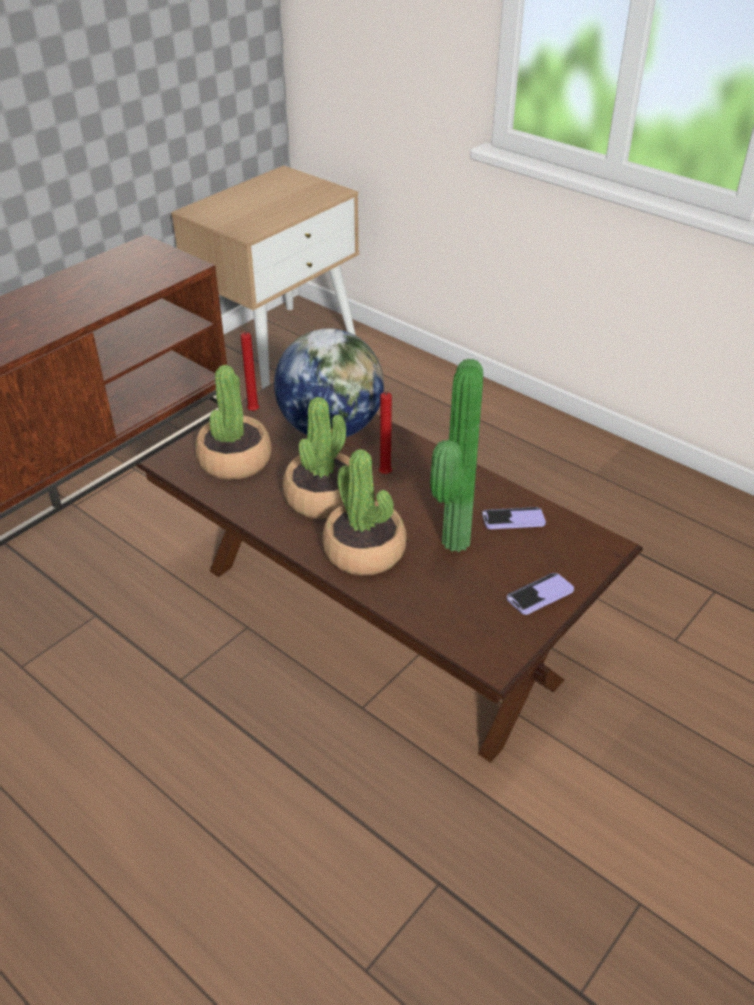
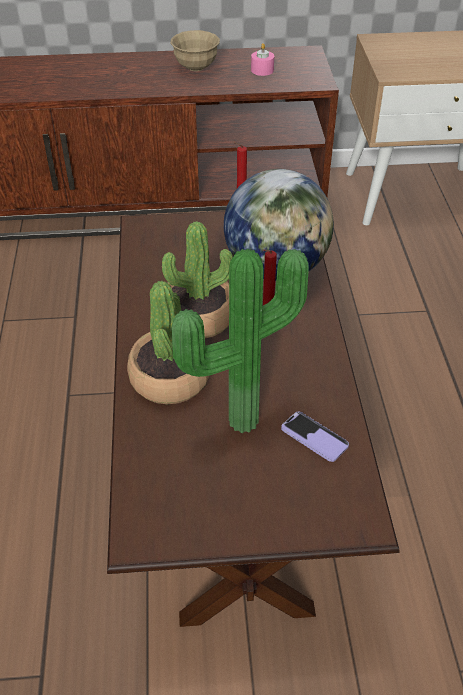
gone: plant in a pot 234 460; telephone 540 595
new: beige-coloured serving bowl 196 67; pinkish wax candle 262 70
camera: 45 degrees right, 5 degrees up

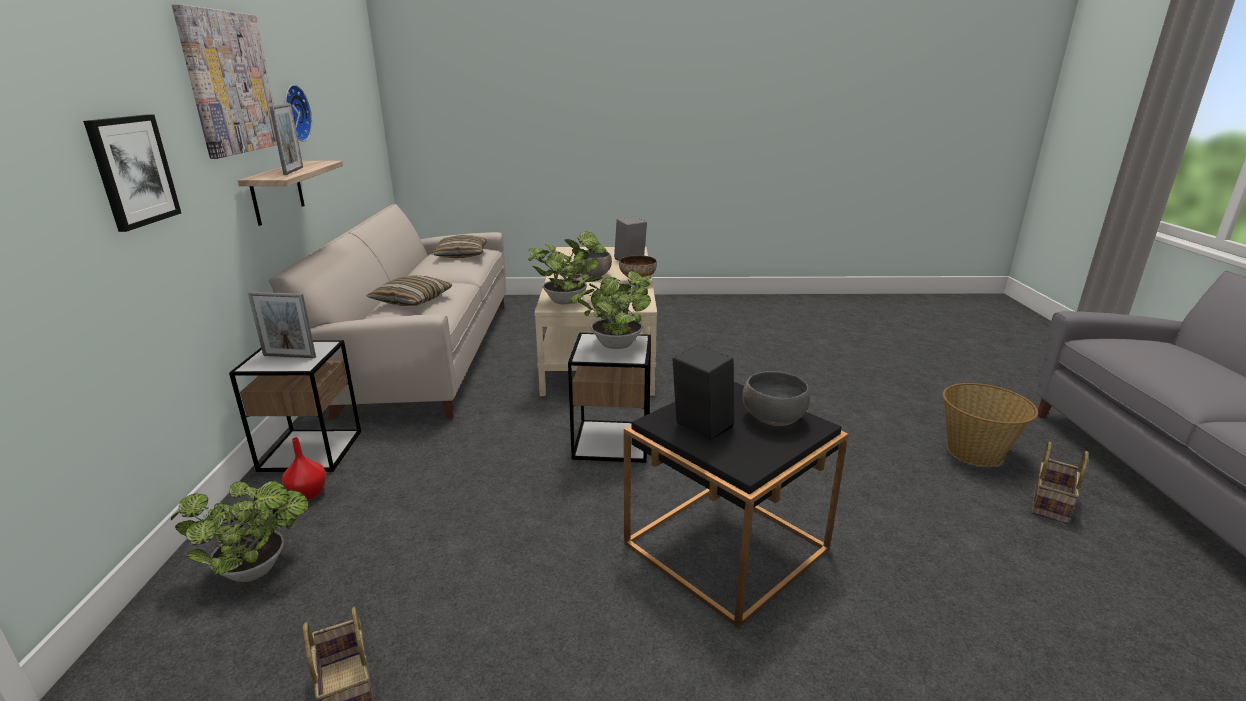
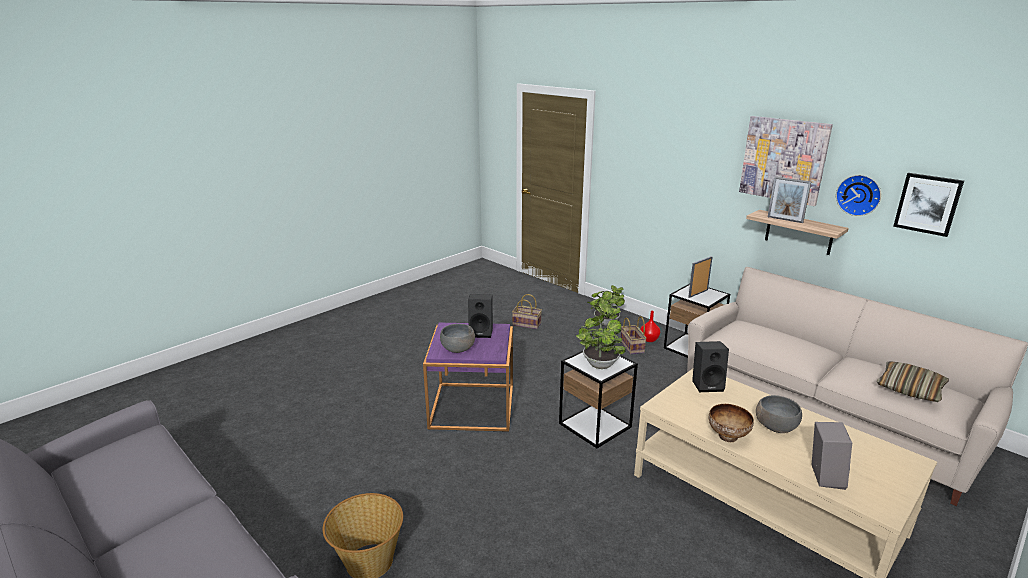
gone: throw pillow 412 300
shifted: wall art 133 171 to 927 204; storage basket 1049 503 to 633 347
swapped: plant in a pot 568 301 to black-coloured audio speaker 707 385
repainted: black-coloured accent table 725 546 to purple accent table 472 406
camera: 135 degrees right, 0 degrees up

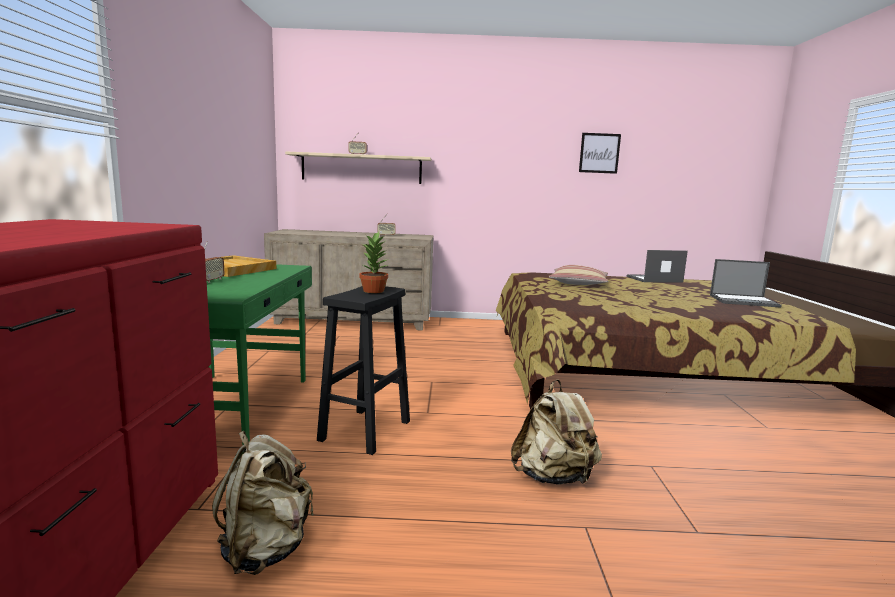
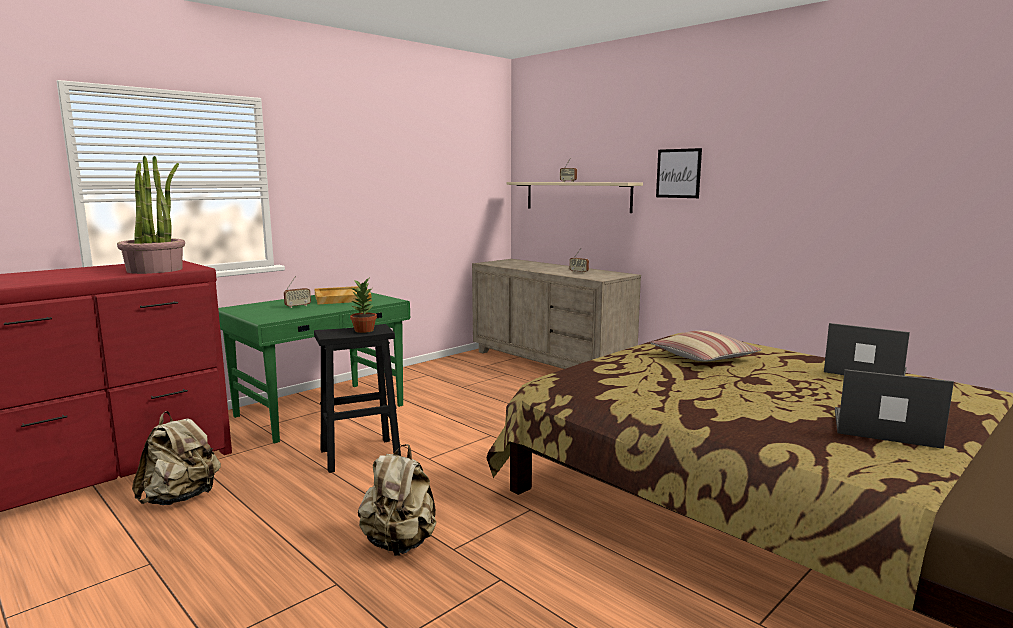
new: plant in a pot 155 270
shifted: wall art 599 153 to 678 173
rotated: portable computer 744 301 = 883 428 150 degrees clockwise
camera: 45 degrees right, 0 degrees up

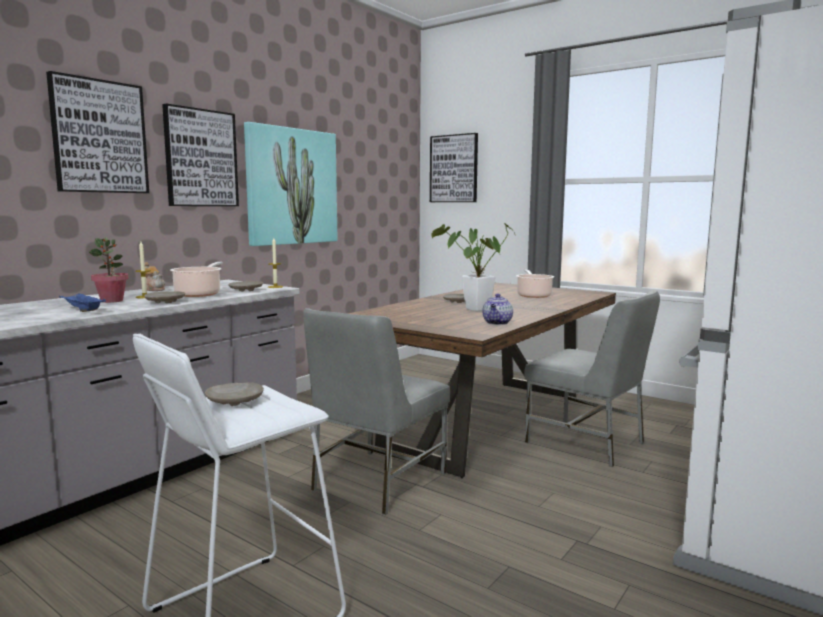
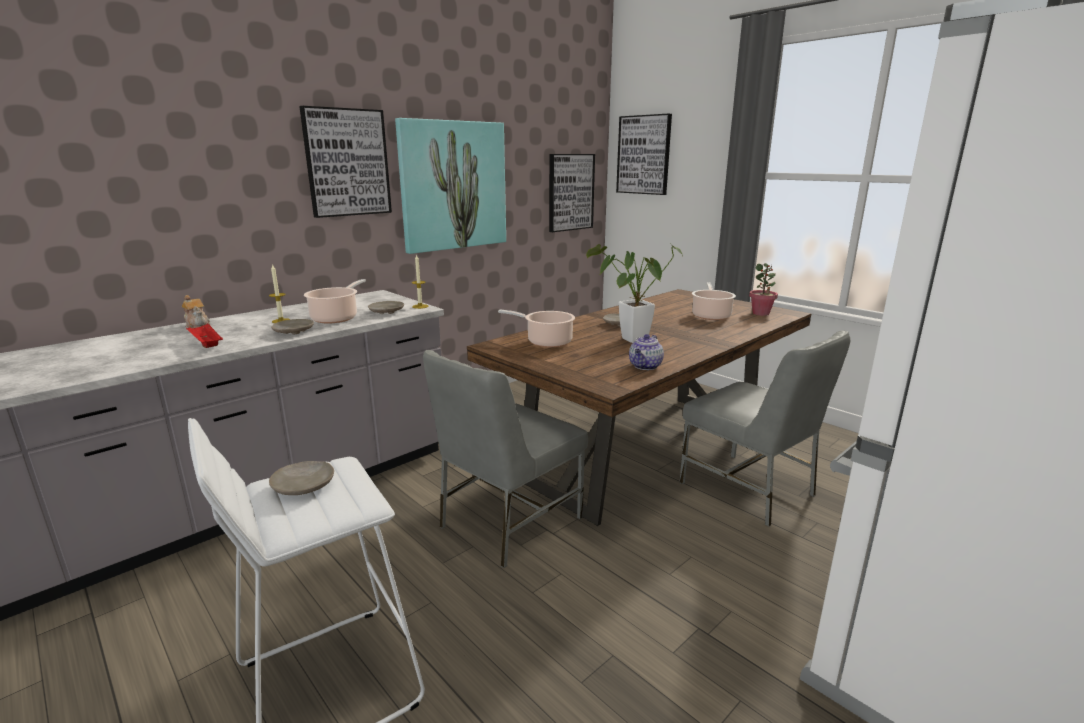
new: stockpot 546 342
shifted: wall art 99 137 to 570 192; plant in a pot 112 301 to 761 313; tea pot 153 289 to 198 326
repainted: blue carrying tray 82 310 to reddish carrying tray 206 345
camera: 10 degrees right, 10 degrees up

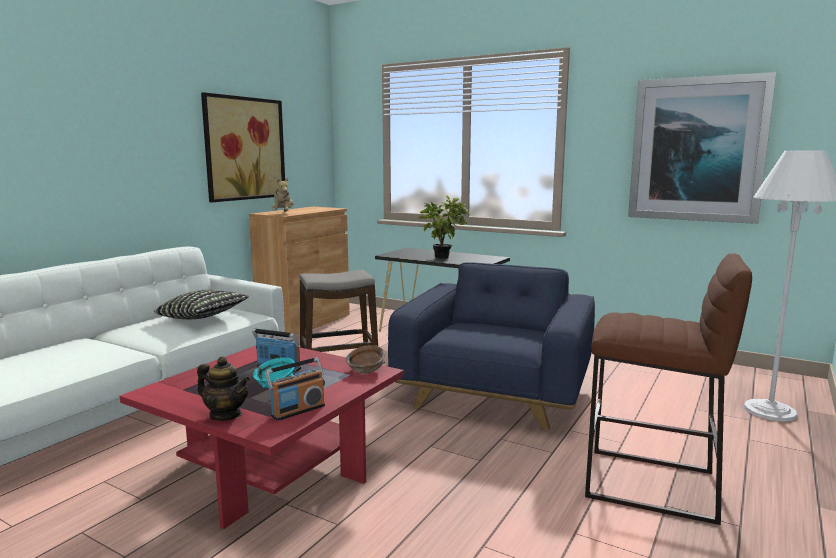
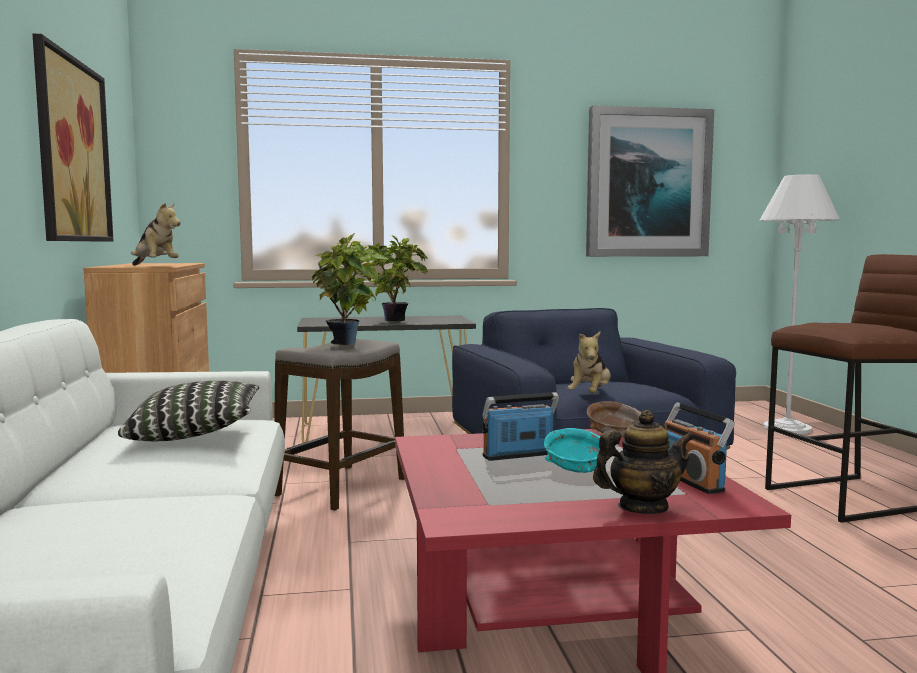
new: plant in a pot 348 344; plush toy 590 395
rotated: radio set 298 411 = 692 481 150 degrees clockwise
camera: 40 degrees left, 5 degrees down

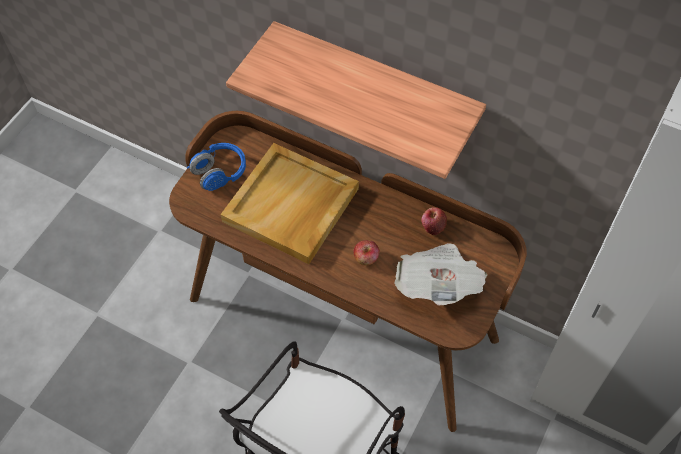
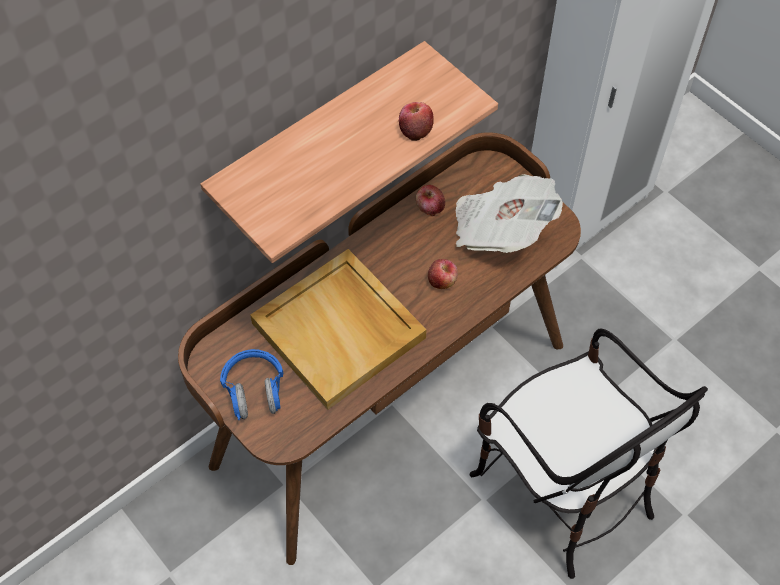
new: whole apple 415 130
camera: 70 degrees left, 0 degrees up

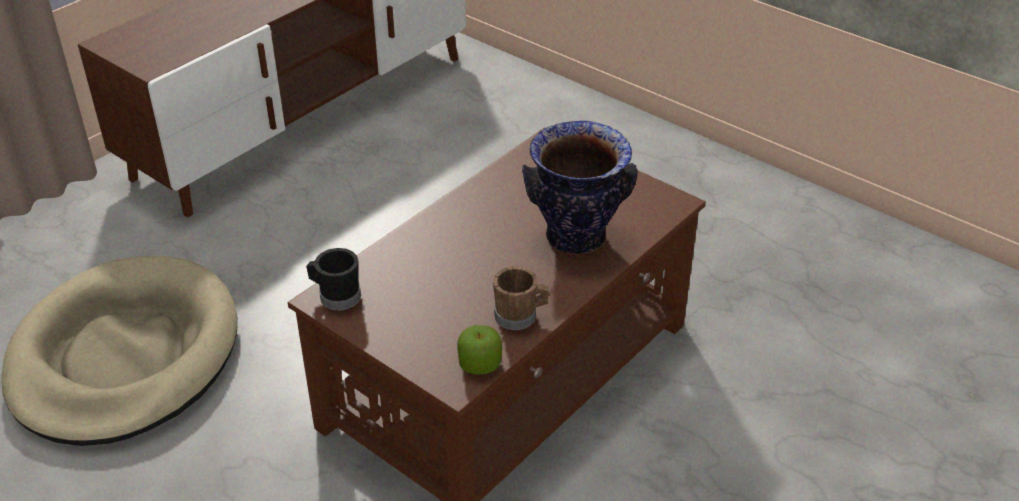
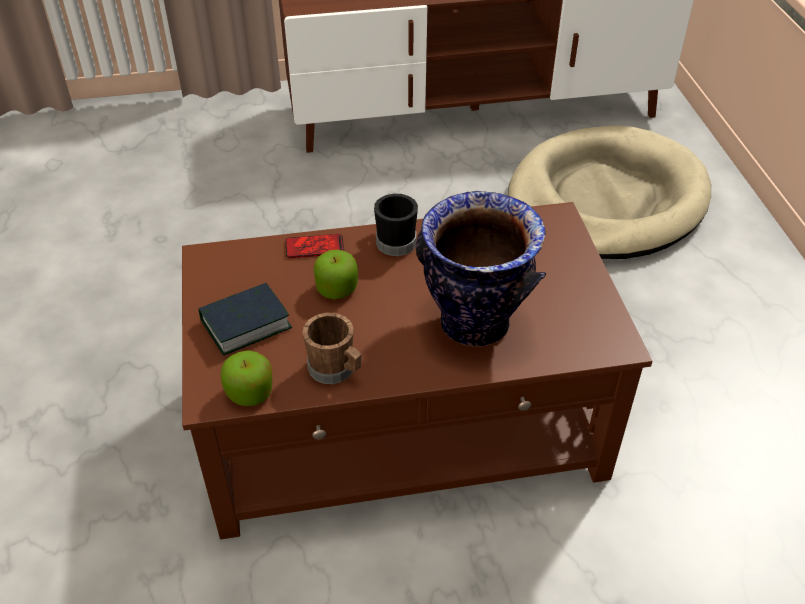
new: volume 245 324; telephone 314 247; whole apple 337 288
shifted: beige-coloured dog bed 125 356 to 605 200; black-coloured tea mug 336 296 to 393 240
camera: 40 degrees right, 5 degrees up

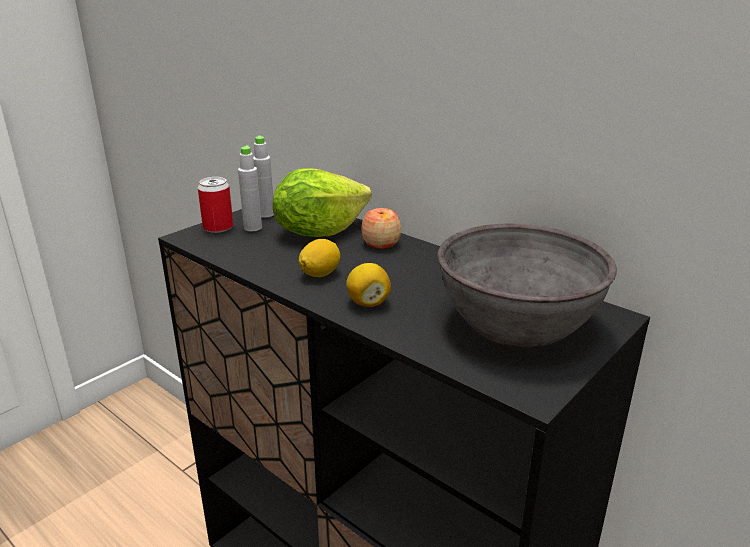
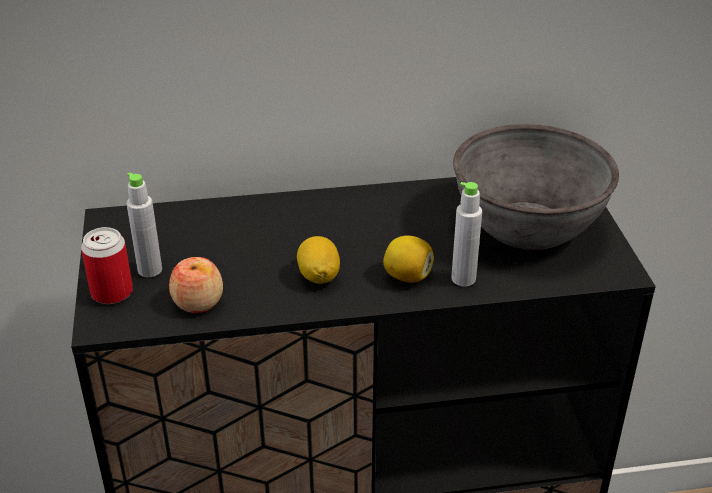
gone: lettuce 319 232
shifted: grey beverage bottle 266 214 to 463 279; whole apple 381 243 to 198 302
camera: 50 degrees left, 10 degrees up

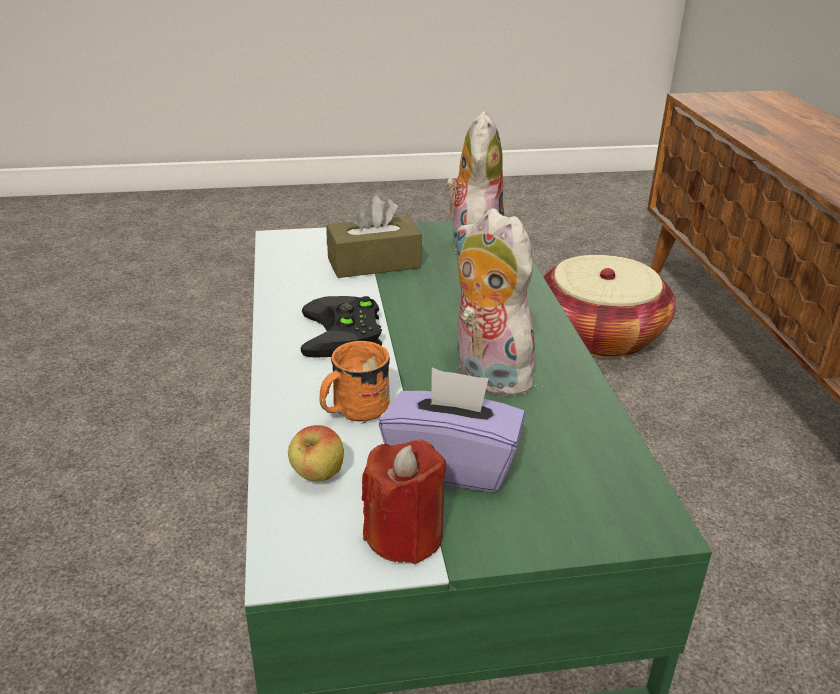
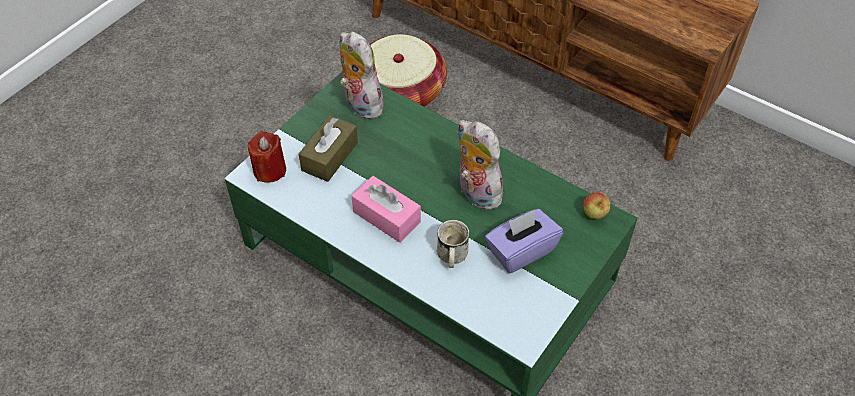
shifted: whole apple 317 477 to 594 215; reddish wax candle 404 535 to 269 170
swapped: black-coloured joypad 345 334 to pinkish box of tissues 386 217
repainted: orange-coloured tea mug 353 410 to white tea mug 451 257
rotated: plush toy 485 374 = 475 193 45 degrees clockwise
camera: 45 degrees left, 20 degrees up

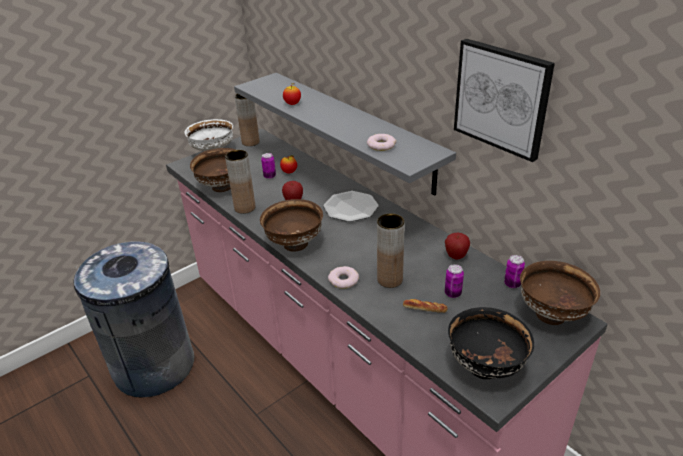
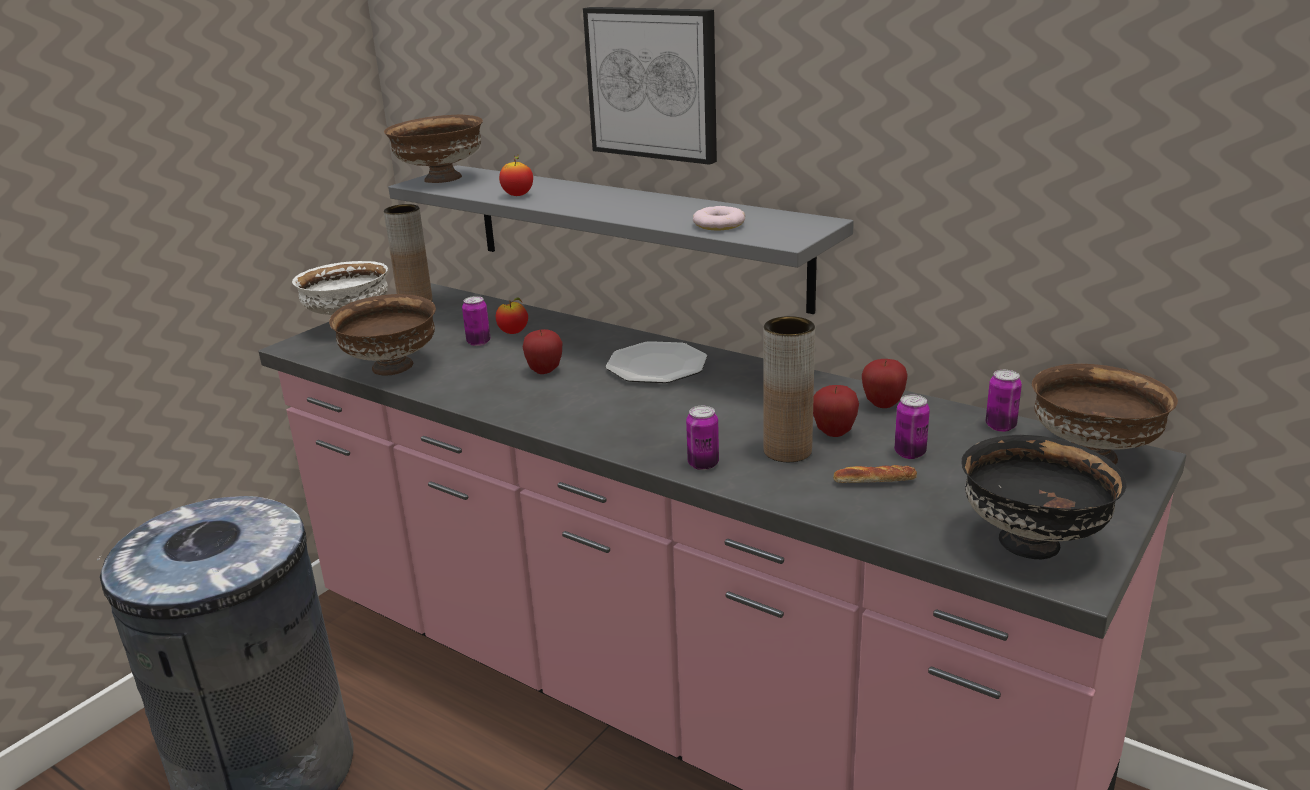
gone: brown vase 245 208
new: whole apple 834 433
shifted: brown serving bowl 294 245 to 440 179; wall art 501 98 to 653 83
swapped: doughnut 343 280 to can 703 464
camera: 15 degrees left, 10 degrees down

